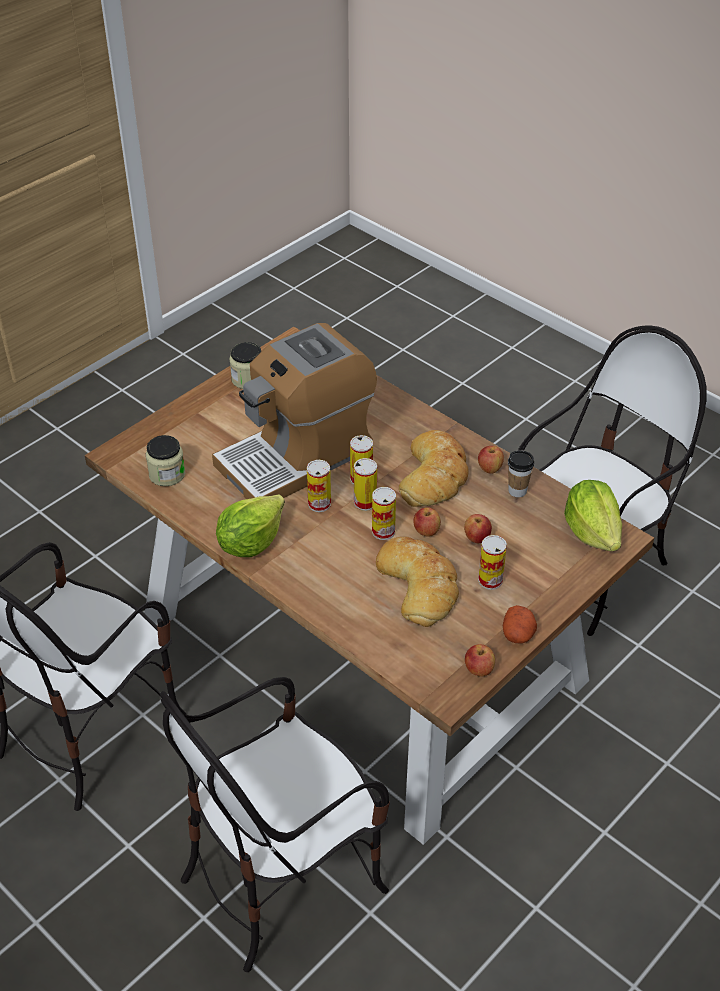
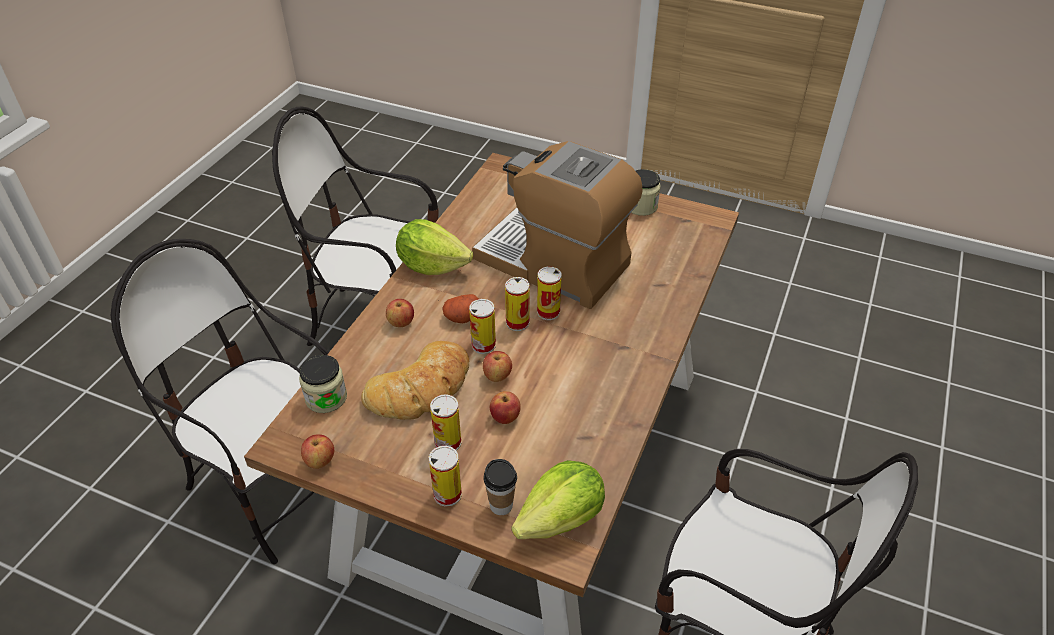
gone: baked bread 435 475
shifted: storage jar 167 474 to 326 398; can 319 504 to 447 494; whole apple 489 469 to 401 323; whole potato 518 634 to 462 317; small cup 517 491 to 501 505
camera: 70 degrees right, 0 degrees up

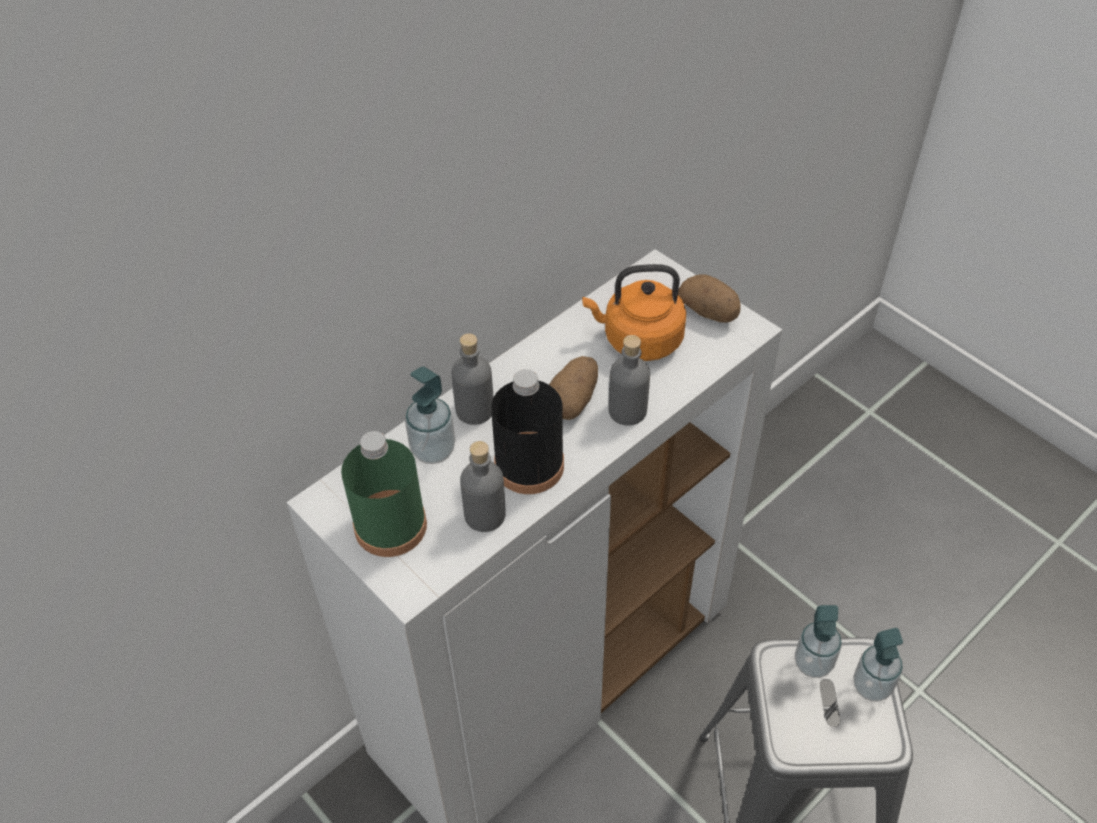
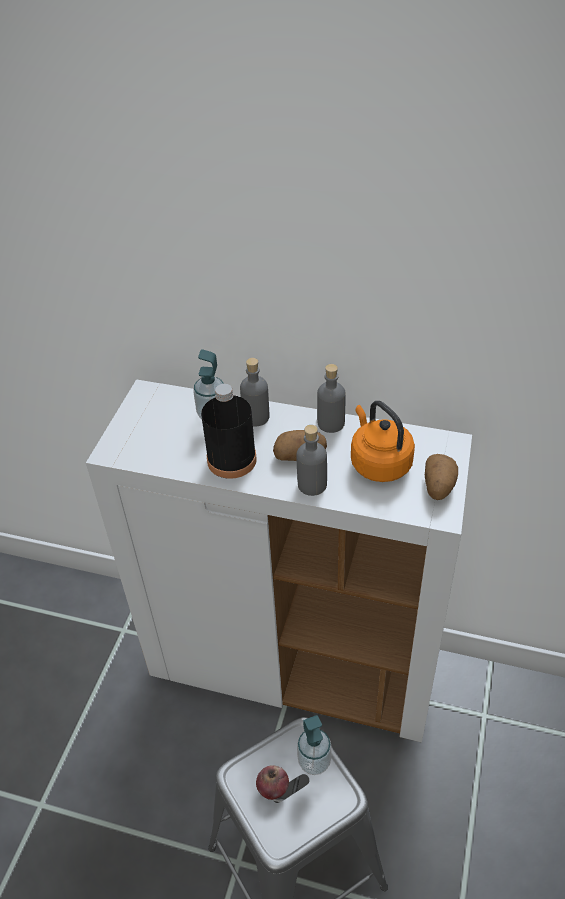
gone: green beverage bottle 390 526; soap dispenser 871 686
new: whole apple 273 788
shifted: grey beverage bottle 485 515 to 331 423
camera: 60 degrees right, 5 degrees down

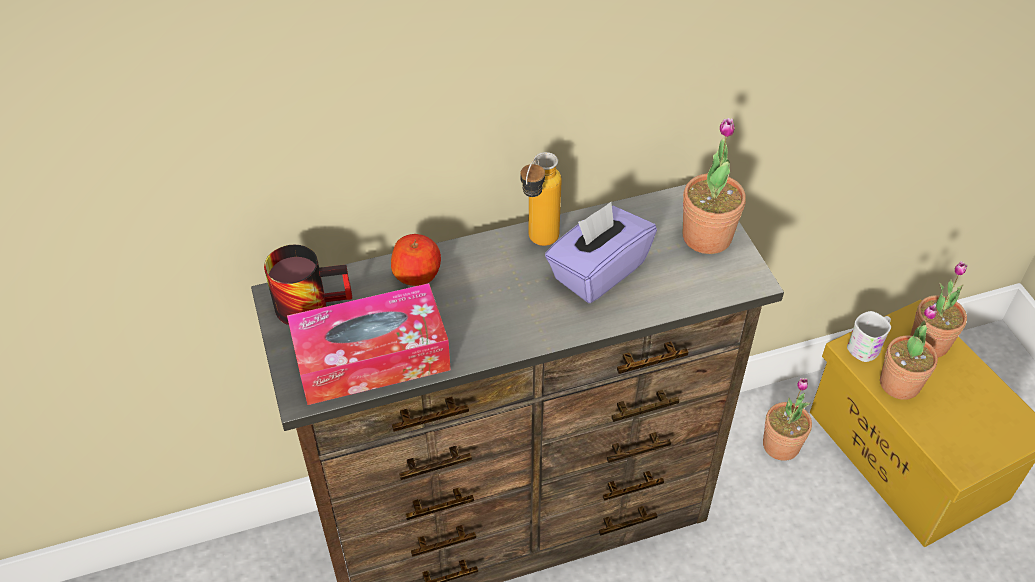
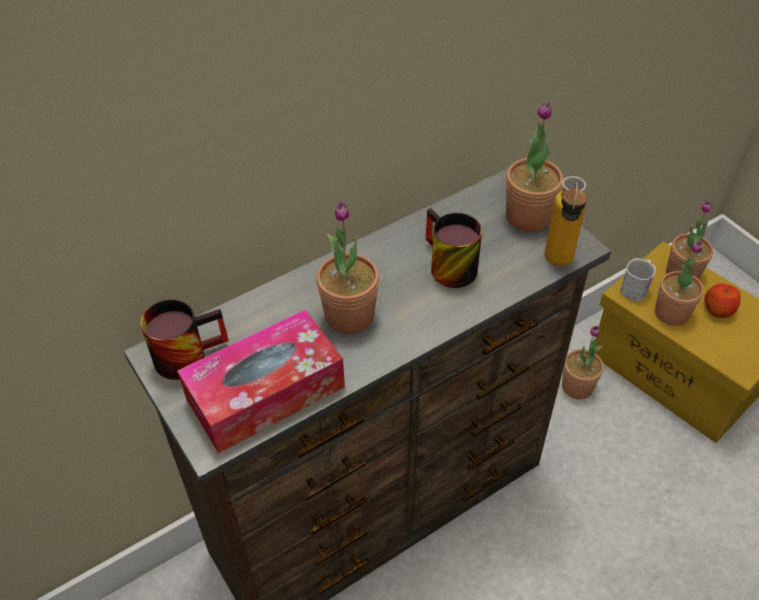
new: plant in a pot 349 315
shifted: whole apple 417 274 to 718 309; beverage bottle 538 244 to 558 265
swapped: purple box of tissues 597 271 to tea mug 445 266
camera: 15 degrees left, 0 degrees up

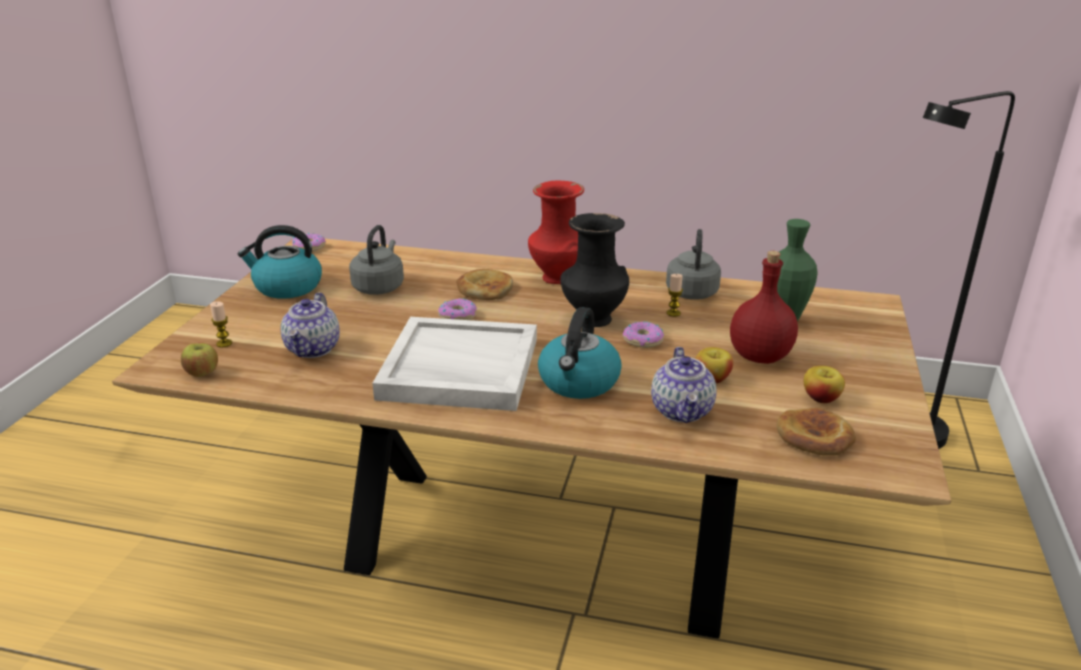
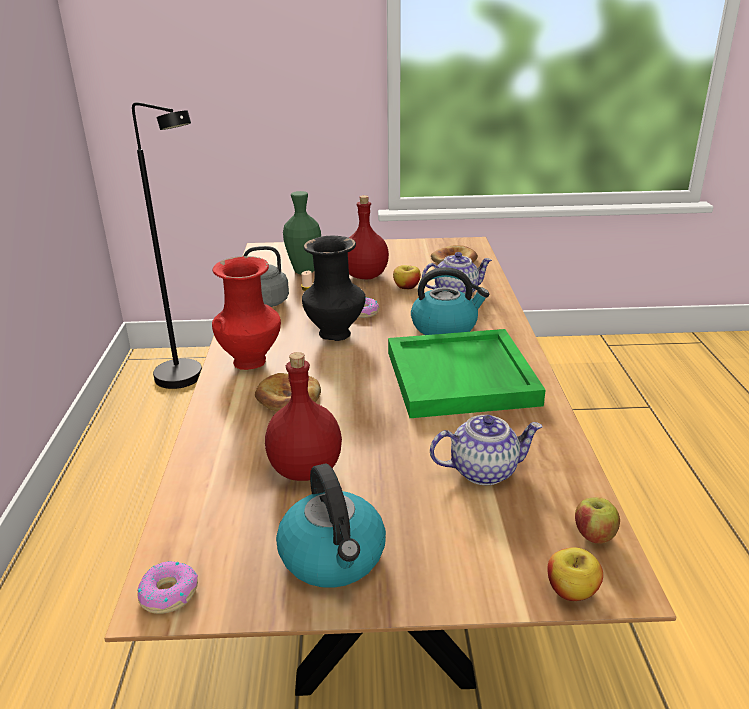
gone: wax candle 224 343; doughnut 457 316
shifted: whole apple 821 398 to 571 591
swapped: grey tea kettle 379 287 to reddish beverage bottle 305 471
repainted: white carrying tray 458 369 to green carrying tray 462 378
camera: 105 degrees left, 0 degrees up

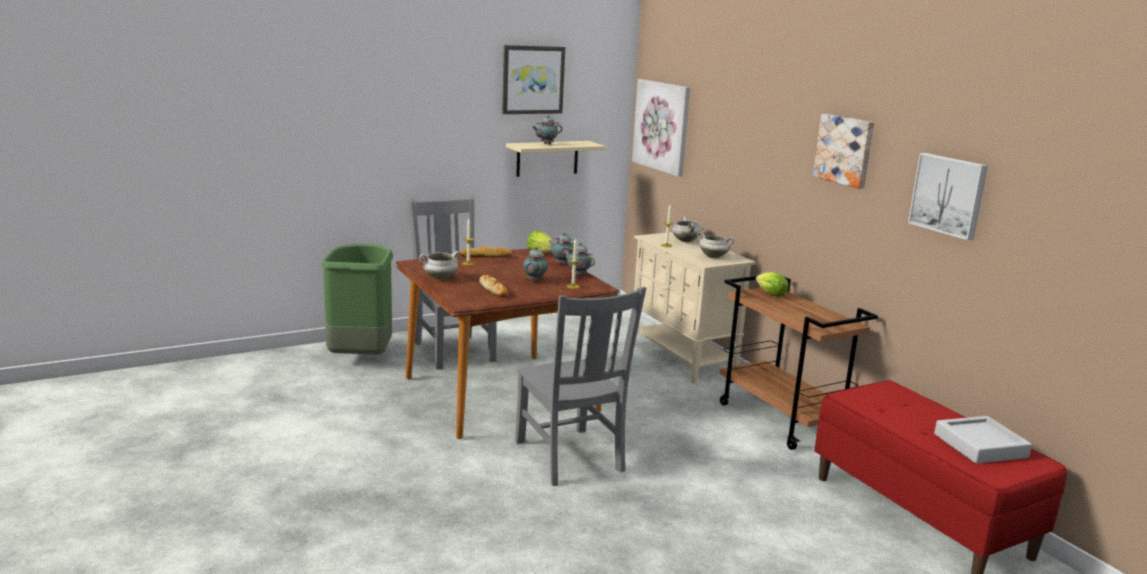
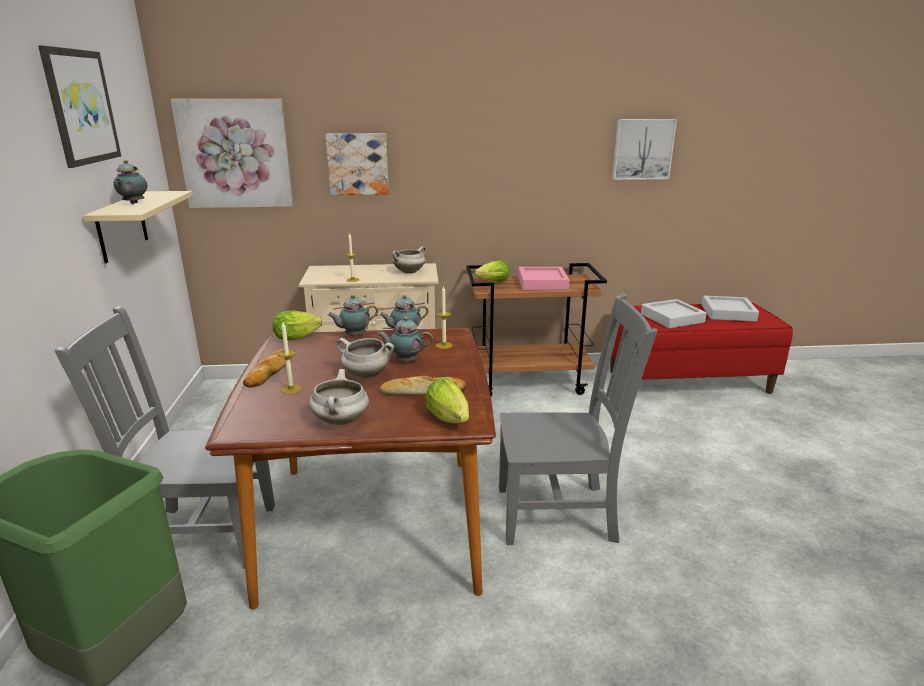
new: lettuce 450 420; pinkish carrying tray 542 283; grey carrying tray 672 318
shifted: white stockpot 685 241 to 366 375; wall art 845 150 to 358 164
camera: 65 degrees left, 5 degrees up

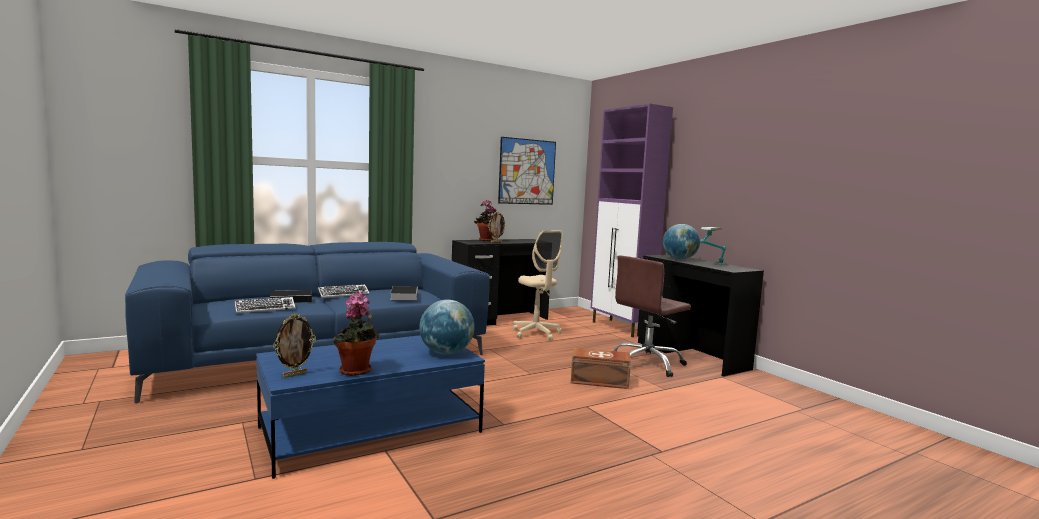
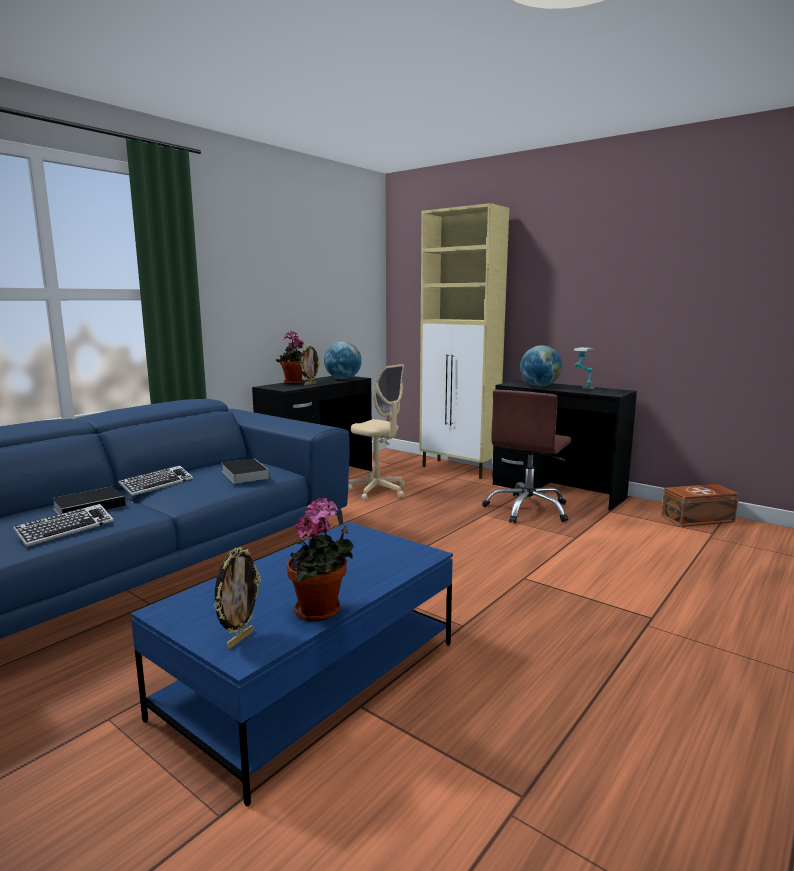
gone: wall art 527 171
shifted: world globe 446 353 to 343 379; brown storage container 600 381 to 699 519
repainted: purple cupboard 621 328 to beige-coloured cupboard 459 469
camera: 20 degrees left, 5 degrees up

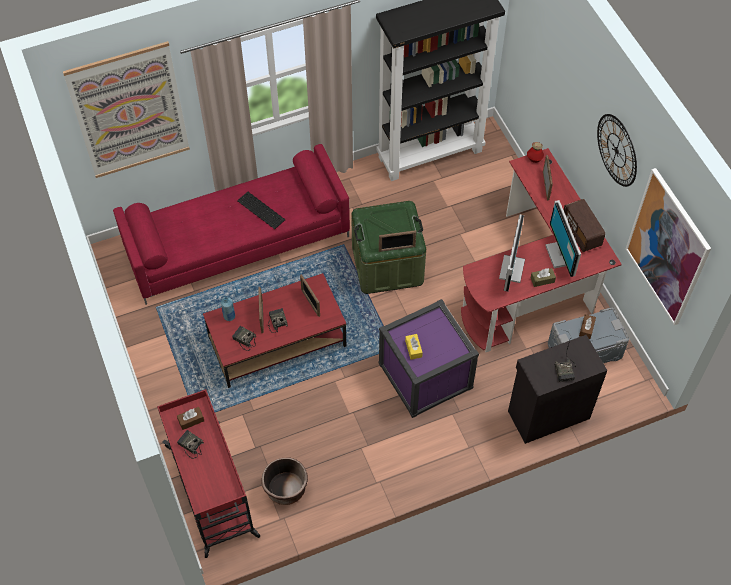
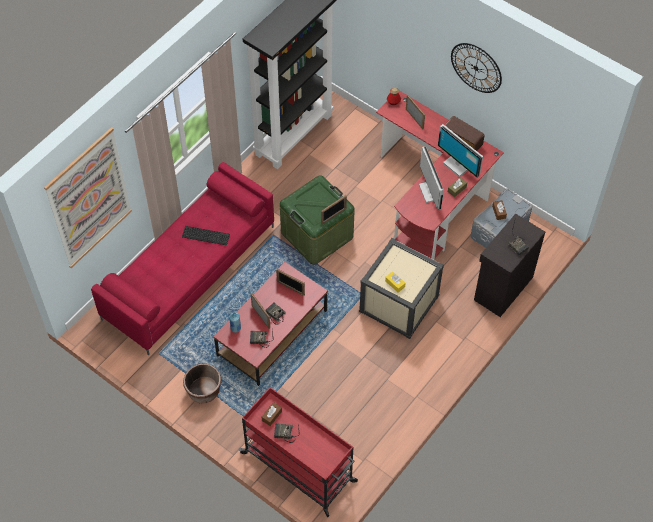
gone: wall art 667 247
shifted: brown plant pot 286 489 to 204 391
repainted: purple storage container 425 375 to beige-coloured storage container 399 303
camera: 30 degrees left, 0 degrees up

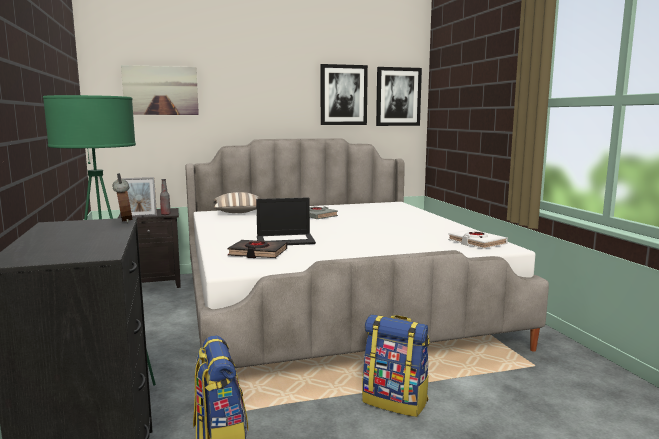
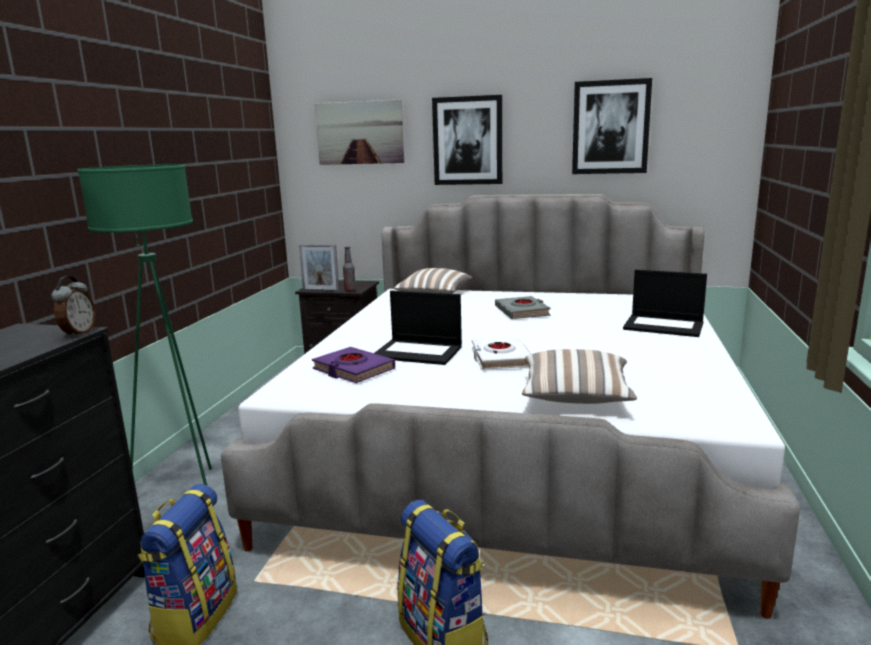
new: throw pillow 575 397; portable computer 664 326
shifted: wall art 398 97 to 468 141; white volume 476 243 to 500 358
repainted: black-coloured volume 258 253 to purple volume 353 370
camera: 30 degrees right, 5 degrees up

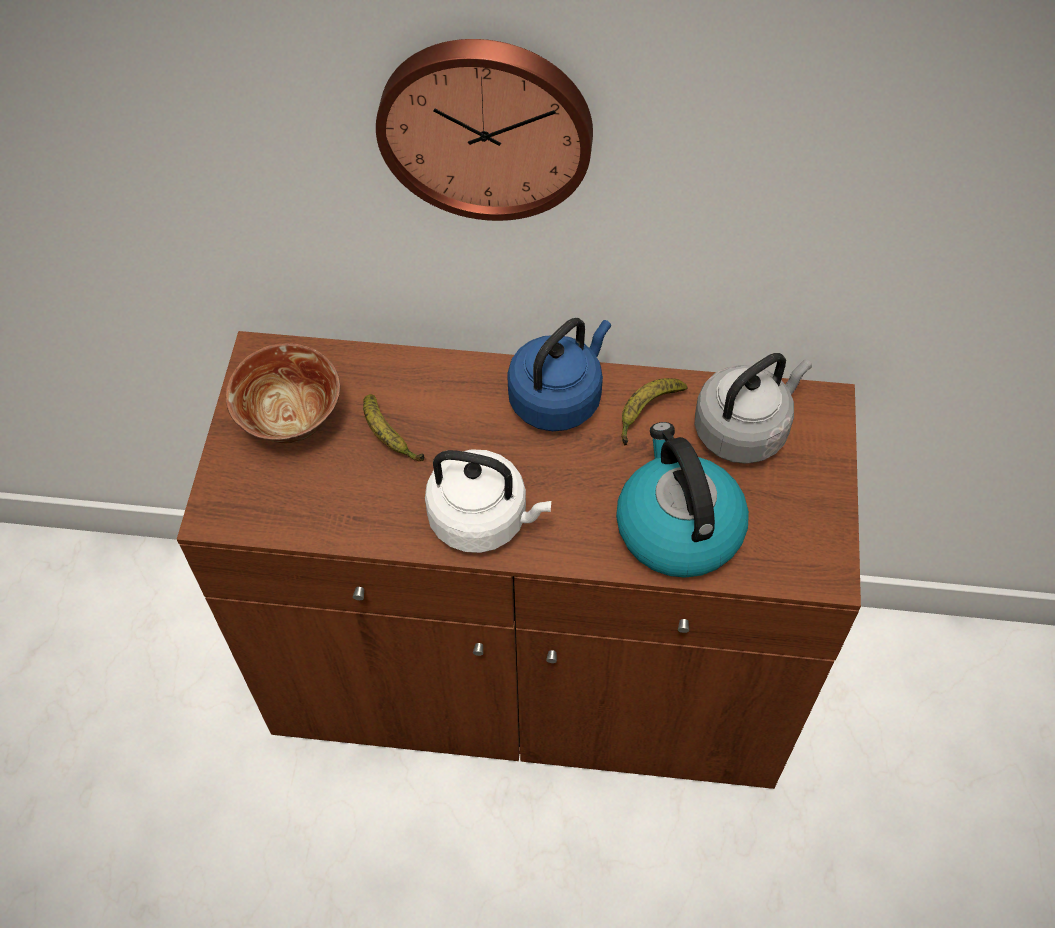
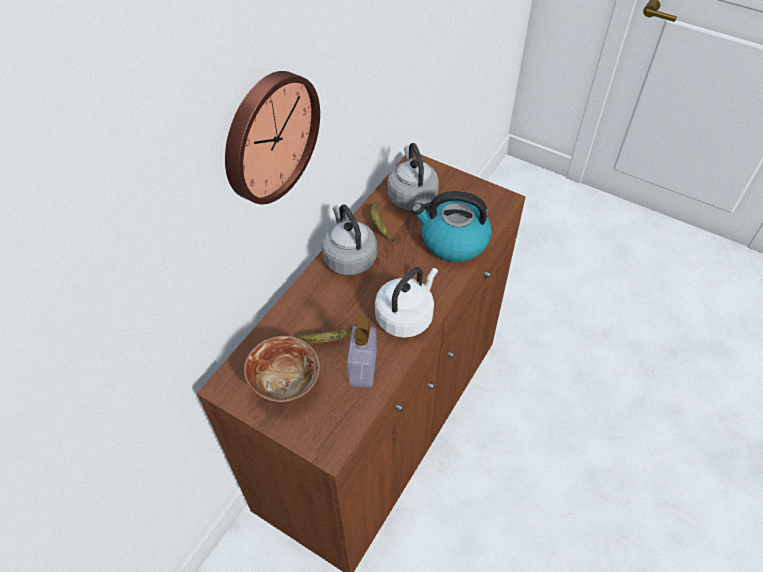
new: soap dispenser 363 368
repainted: blue tea kettle 558 398 to grey tea kettle 348 257
camera: 65 degrees left, 5 degrees down

